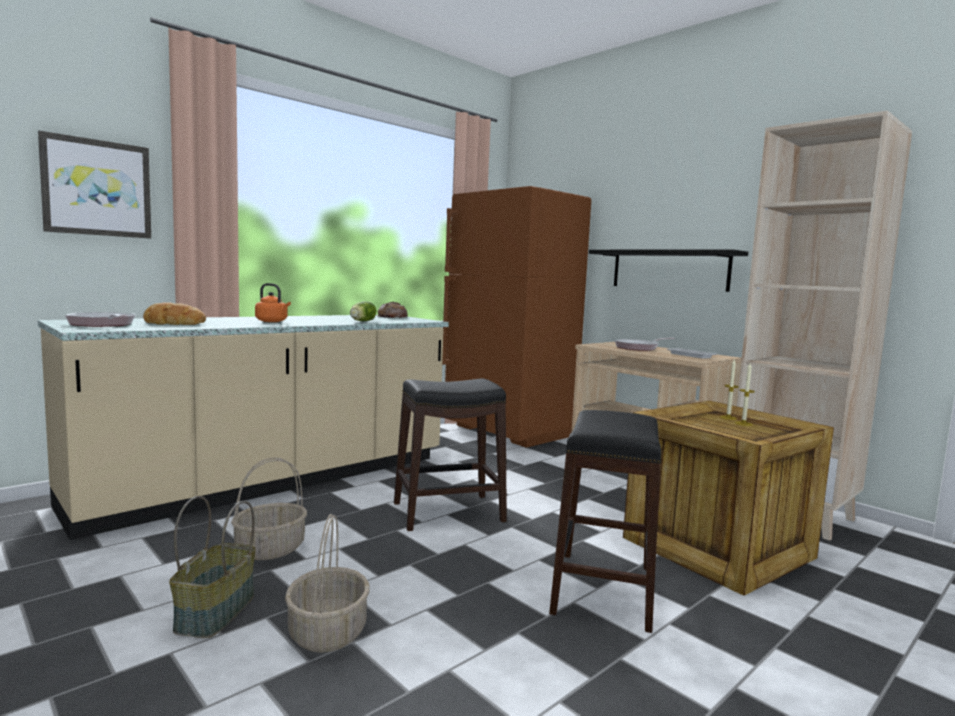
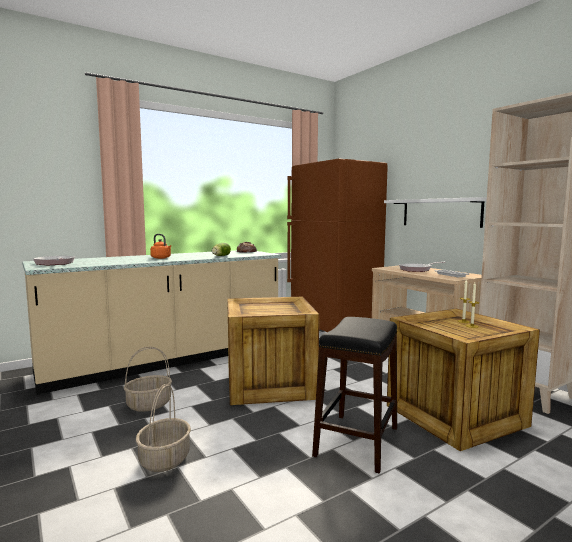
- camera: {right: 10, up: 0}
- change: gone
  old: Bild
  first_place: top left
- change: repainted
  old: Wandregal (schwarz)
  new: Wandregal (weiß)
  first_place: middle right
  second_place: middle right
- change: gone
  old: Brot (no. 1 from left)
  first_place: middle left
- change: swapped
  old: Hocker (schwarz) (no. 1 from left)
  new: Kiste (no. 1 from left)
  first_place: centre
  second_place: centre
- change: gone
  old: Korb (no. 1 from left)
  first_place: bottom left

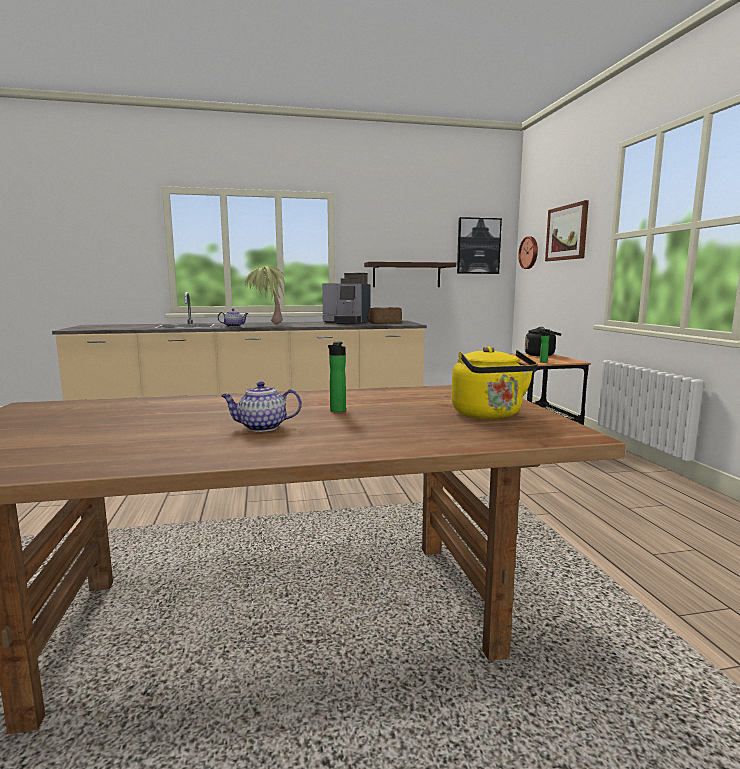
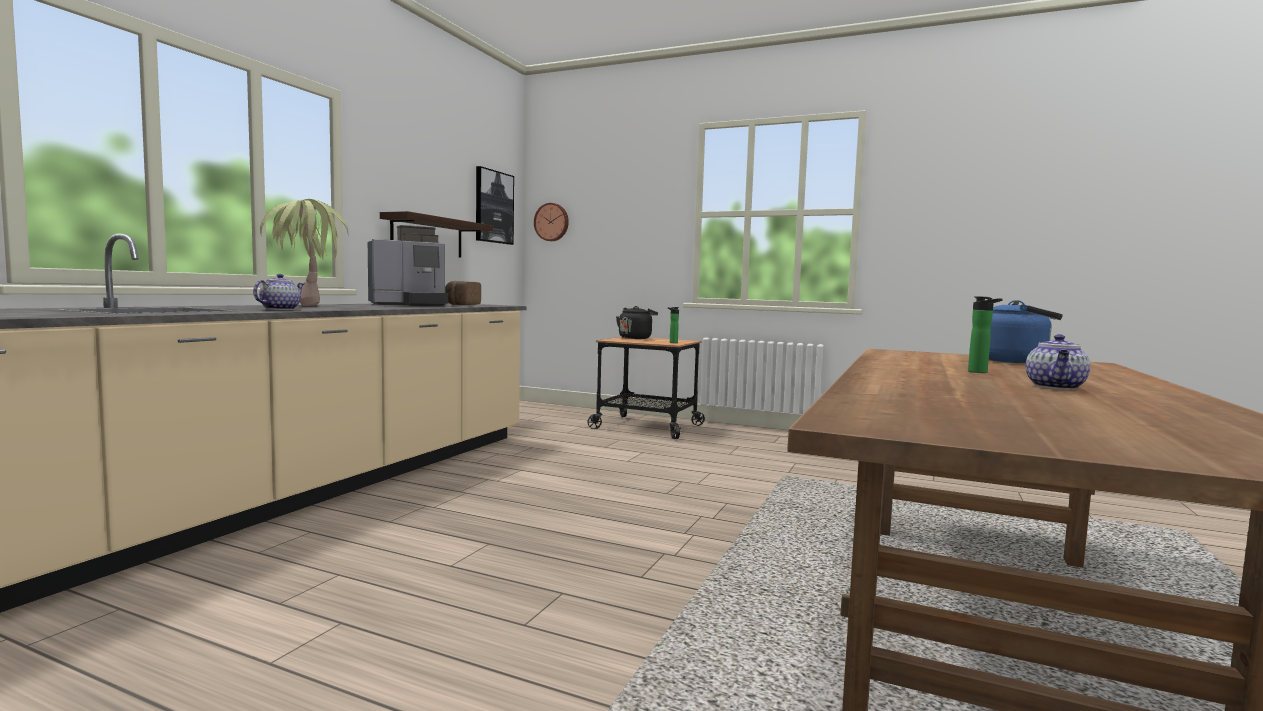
- camera: {right: -55, up: -5}
- change: gone
  old: Bild (no. 2 from left)
  first_place: top right
- change: repainted
  old: Wasserkessel (gelb)
  new: Wasserkessel (blau)
  first_place: middle right
  second_place: middle right

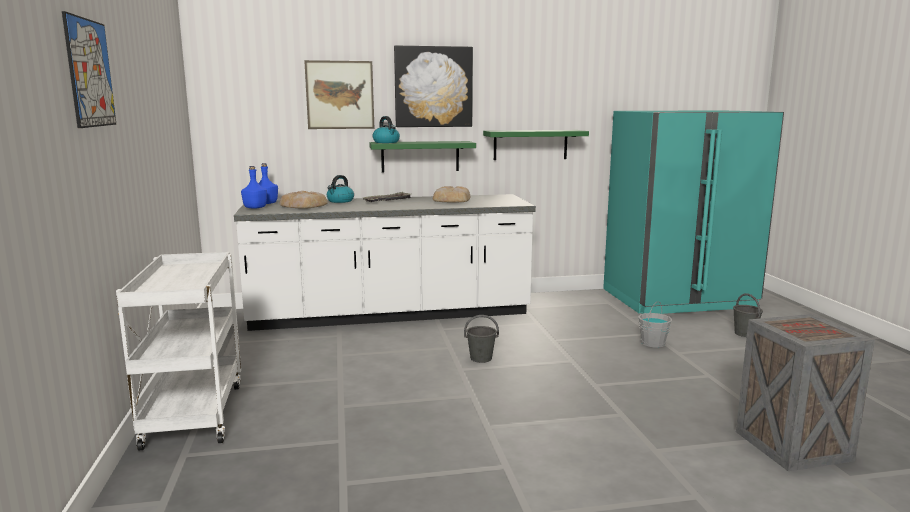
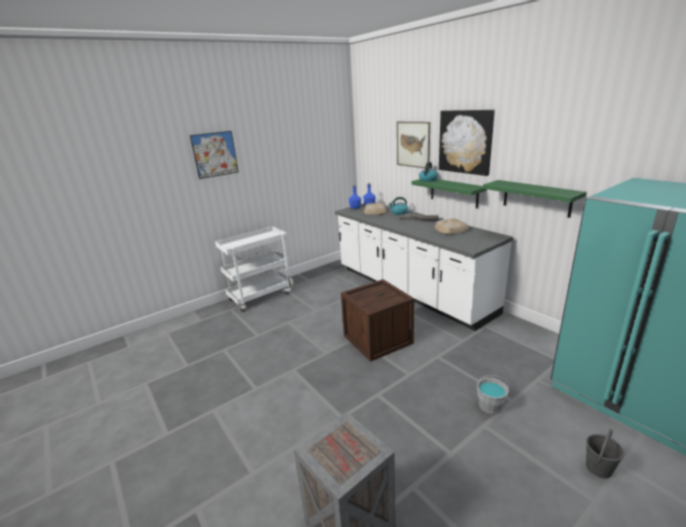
- camera: {right: 65, up: 10}
- change: swapped
  old: Eimer (grau) (no. 1 from left)
  new: Kiste (no. 2 from left)
  first_place: centre
  second_place: centre

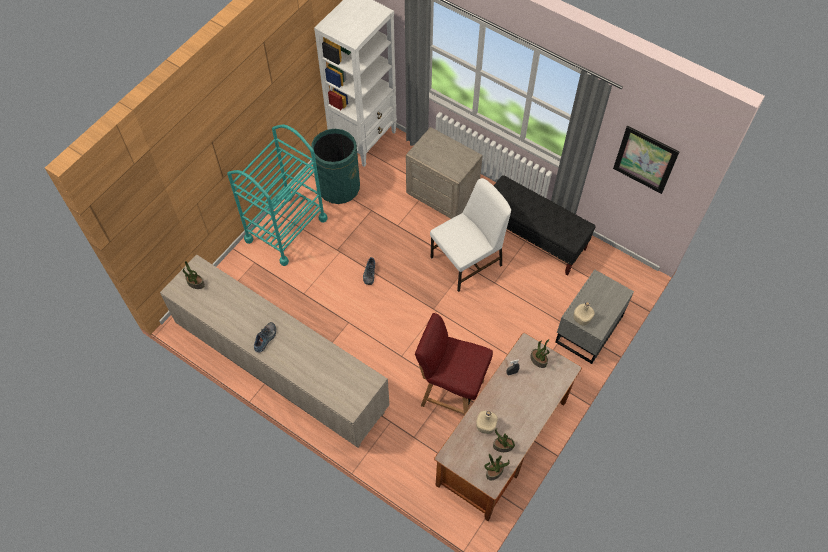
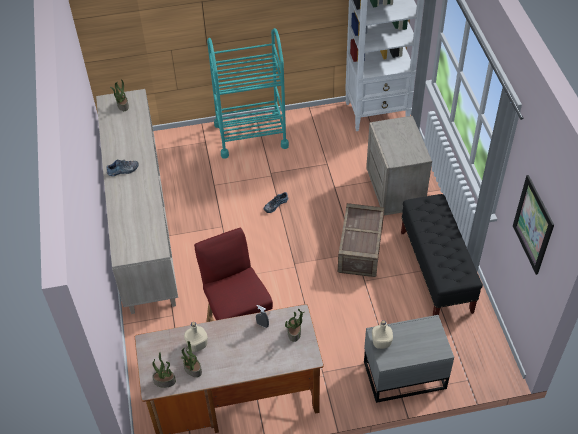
- camera: {right: 45, up: -10}
- change: gone
  old: Mülleimer (grün)
  first_place: top centre
- change: swapped
  old: Stuhl (weiß)
  new: Kiste
  first_place: centre
  second_place: centre

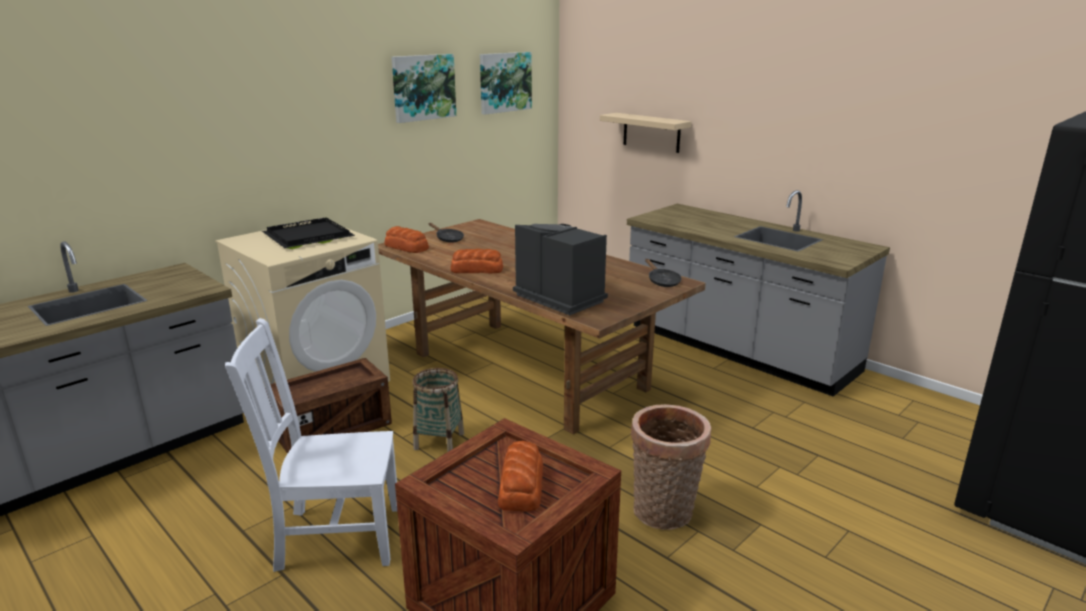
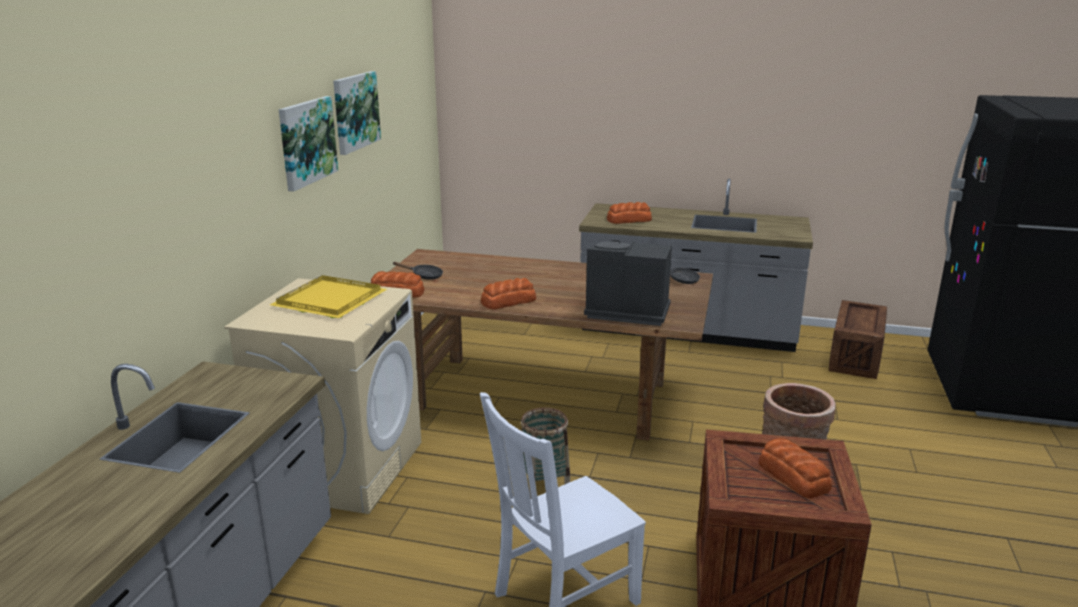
- camera: {right: -30, up: 0}
- change: shifted
  old: Bild (no. 2 from left in the first image)
  new: Bild (no. 1 from left)
  first_place: top centre
  second_place: top left
- change: gone
  old: Wandregal (beige)
  first_place: top centre
- change: repainted
  old: Tablett (schwarz)
  new: Tablett (gelb)
  first_place: middle left
  second_place: middle left
- change: shifted
  old: Kiste (no. 1 from left in the first image)
  new: Kiste (no. 2 from left)
  first_place: middle left
  second_place: middle right
- change: new
  new: Brot (no. 3 from left)
  second_place: centre

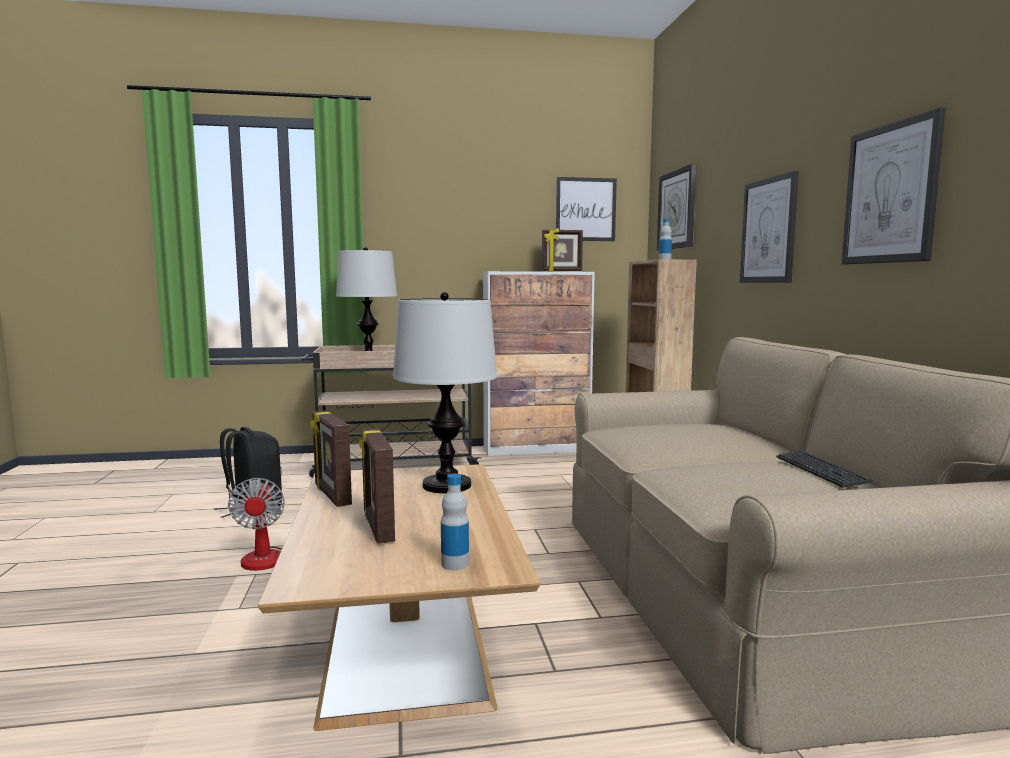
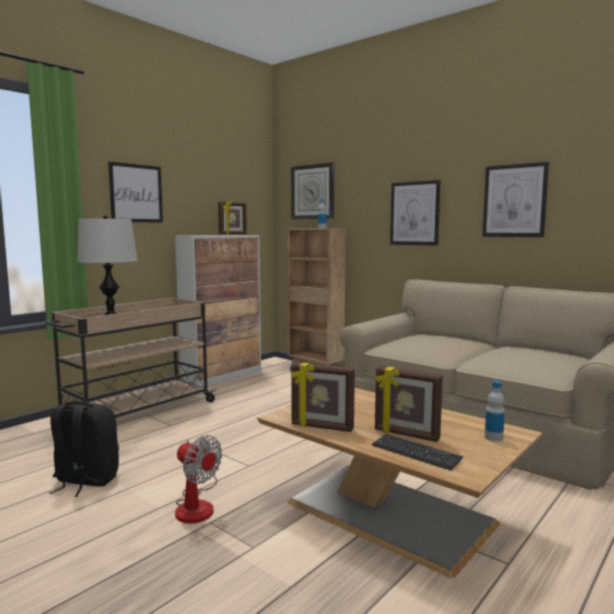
- camera: {right: -40, up: 0}
- change: shifted
  old: Bild (no. 1 from left)
  first_place: top centre
  second_place: top left
- change: gone
  old: Tischlampe (no. 2 from left)
  first_place: centre
- change: shifted
  old: Tastatur
  first_place: middle right
  second_place: bottom right

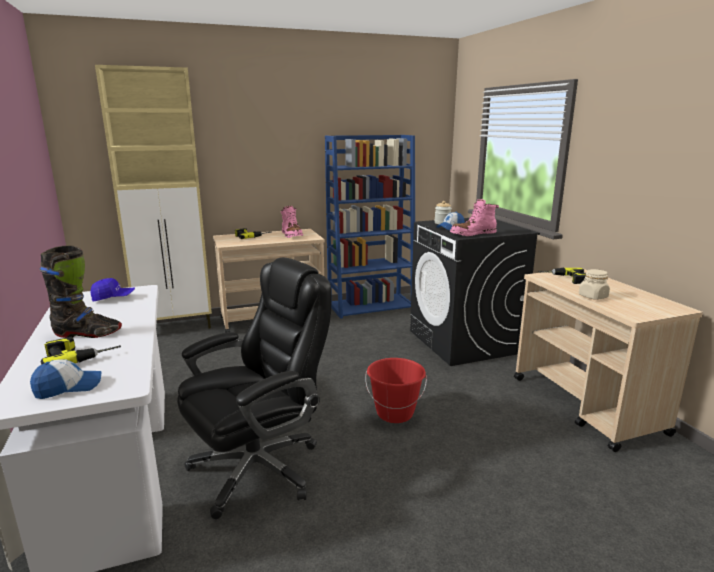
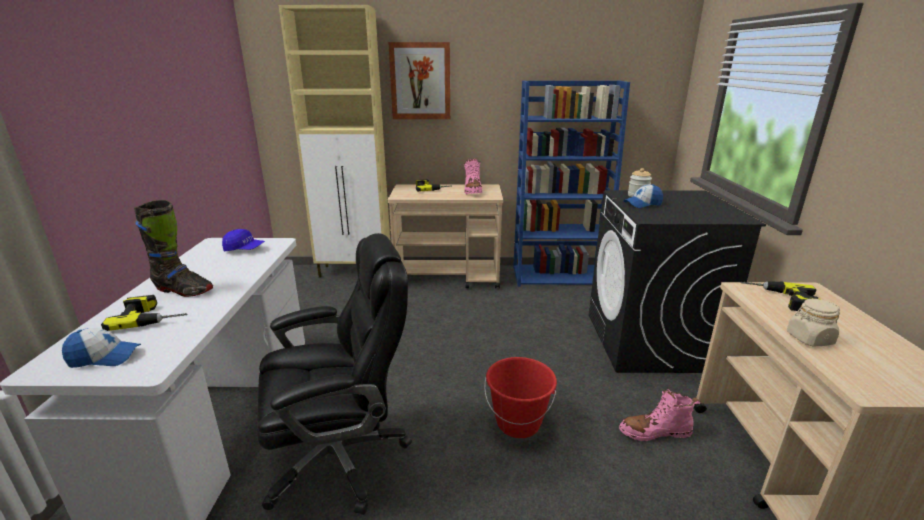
- camera: {right: 20, up: 5}
- change: shifted
  old: Stiefel (rosa) (no. 2 from left)
  first_place: centre
  second_place: bottom right
- change: new
  new: Bild
  second_place: top centre

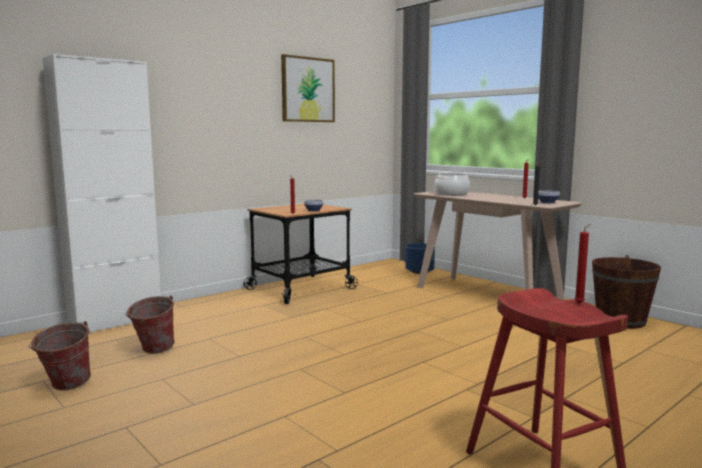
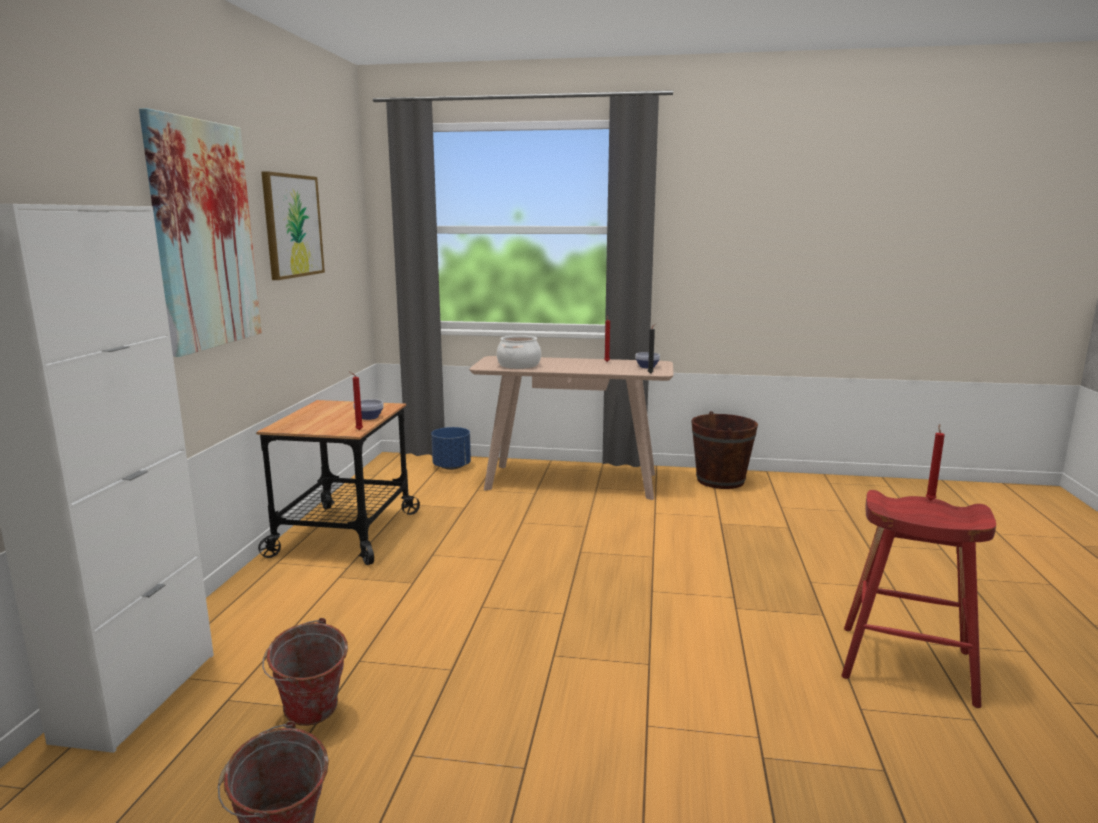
- camera: {right: -40, up: 5}
- change: new
  new: Bild (no. 1 from left)
  second_place: top left

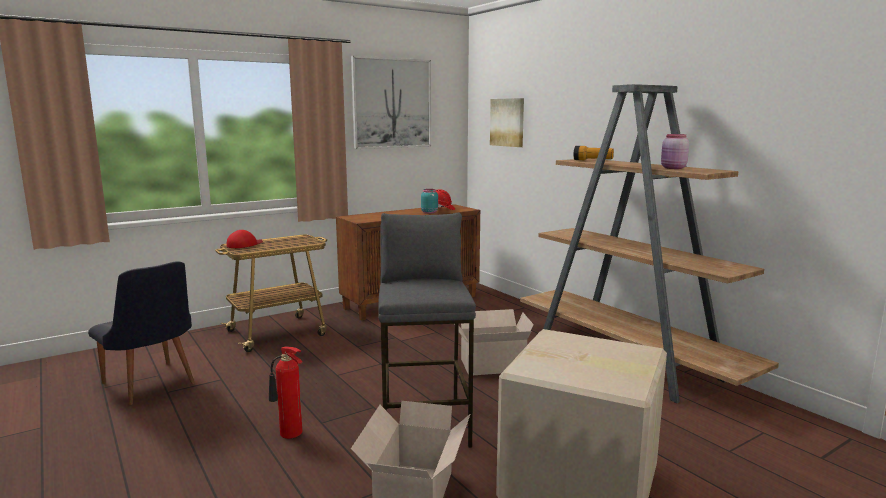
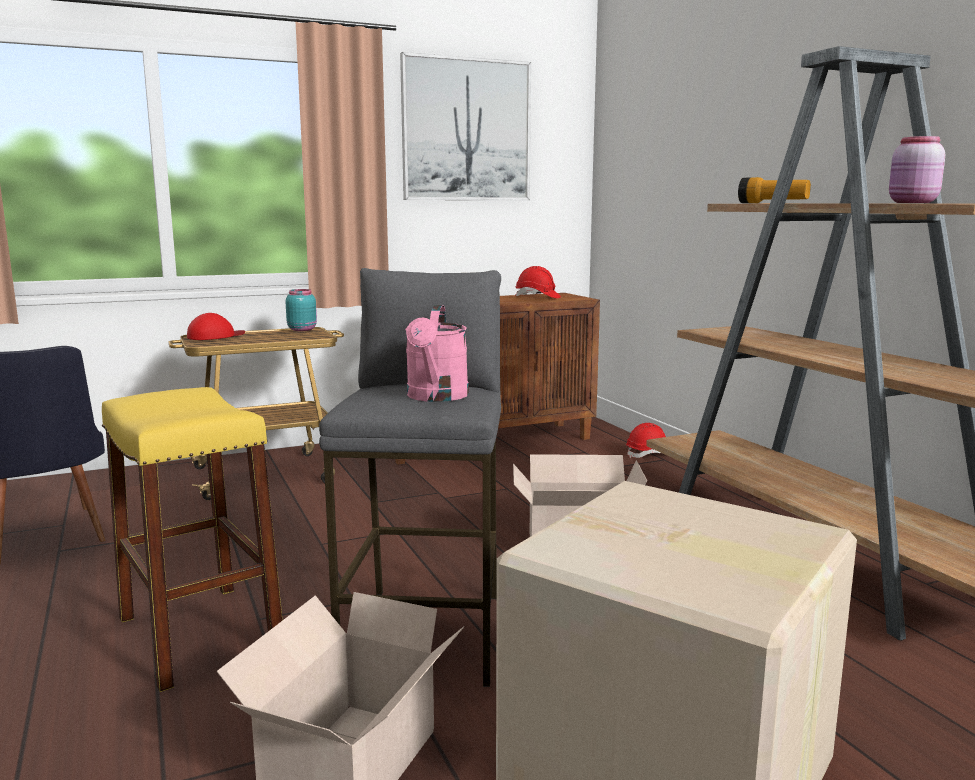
- camera: {right: 10, up: 0}
- change: gone
  old: Bild (no. 2 from left)
  first_place: top centre
- change: shifted
  old: Vorratsglas (türkis)
  first_place: centre
  second_place: middle left
- change: swapped
  old: Feuerlöscher
  new: Hocker (gelb)
  first_place: bottom left
  second_place: bottom left
- change: new
  new: Gießkanne (rosa)
  second_place: centre
- change: new
  new: Schutzhelm (rot) (no. 2 from left)
  second_place: centre

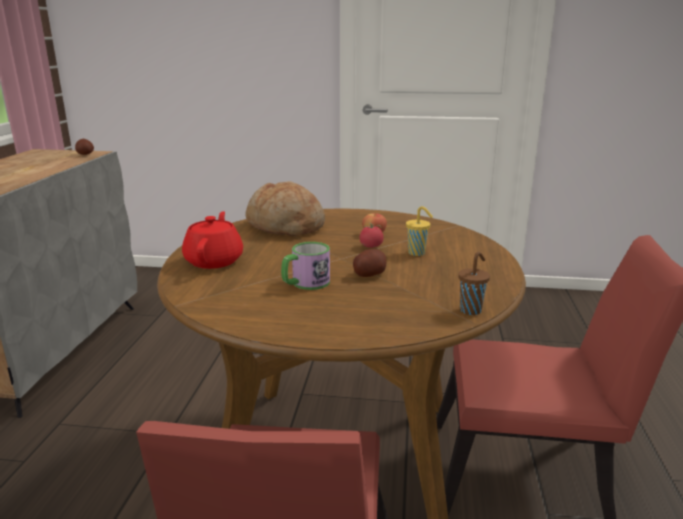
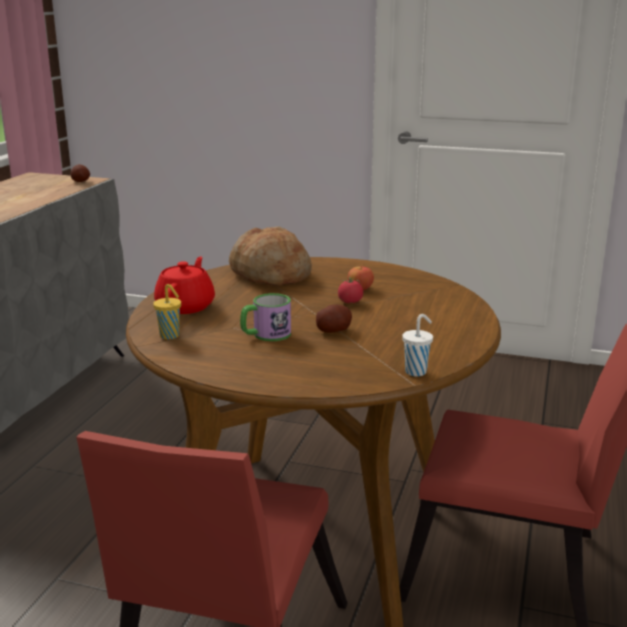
- camera: {right: 10, up: 0}
- change: shifted
  old: Tasse (gelb)
  first_place: centre
  second_place: middle left
- change: repainted
  old: Tasse (braun)
  new: Tasse (weiß)
  first_place: middle right
  second_place: centre

